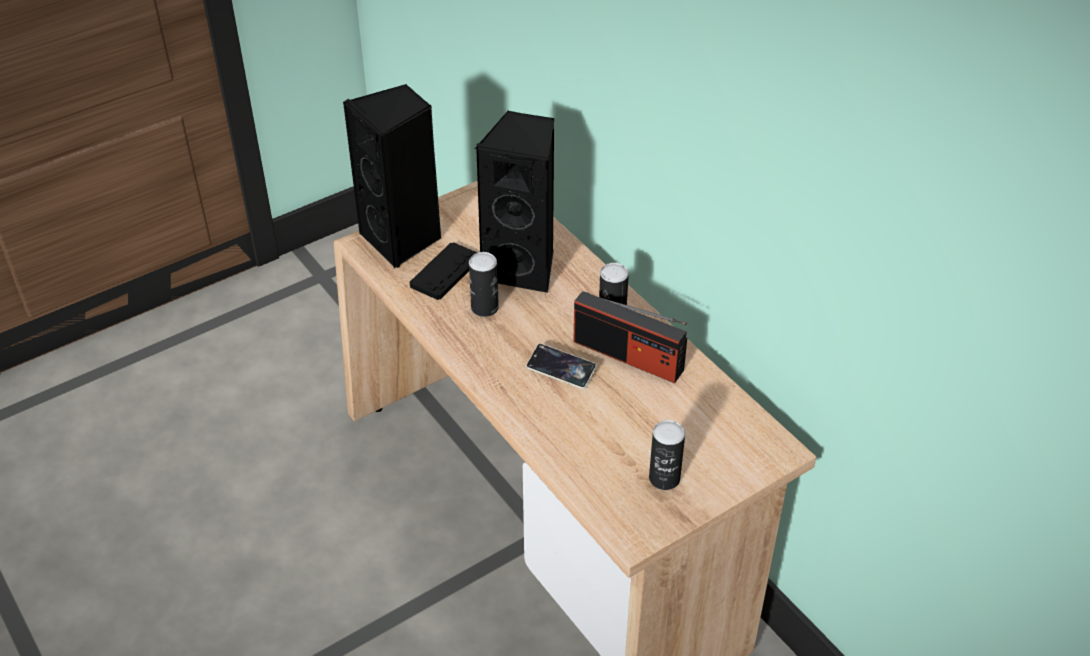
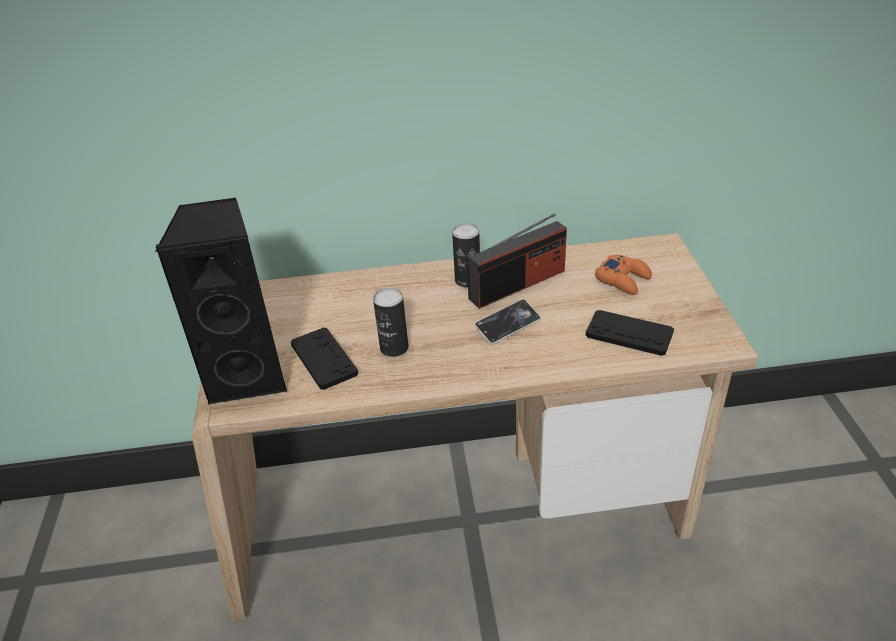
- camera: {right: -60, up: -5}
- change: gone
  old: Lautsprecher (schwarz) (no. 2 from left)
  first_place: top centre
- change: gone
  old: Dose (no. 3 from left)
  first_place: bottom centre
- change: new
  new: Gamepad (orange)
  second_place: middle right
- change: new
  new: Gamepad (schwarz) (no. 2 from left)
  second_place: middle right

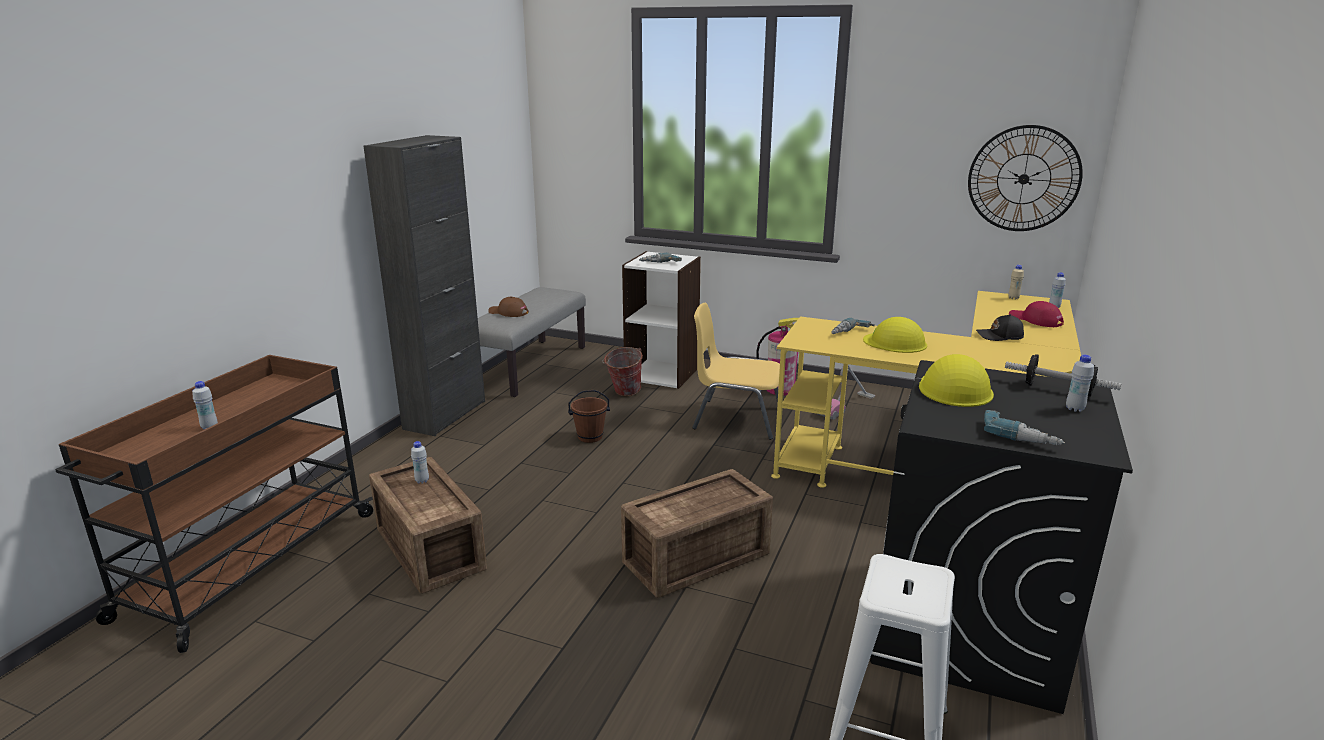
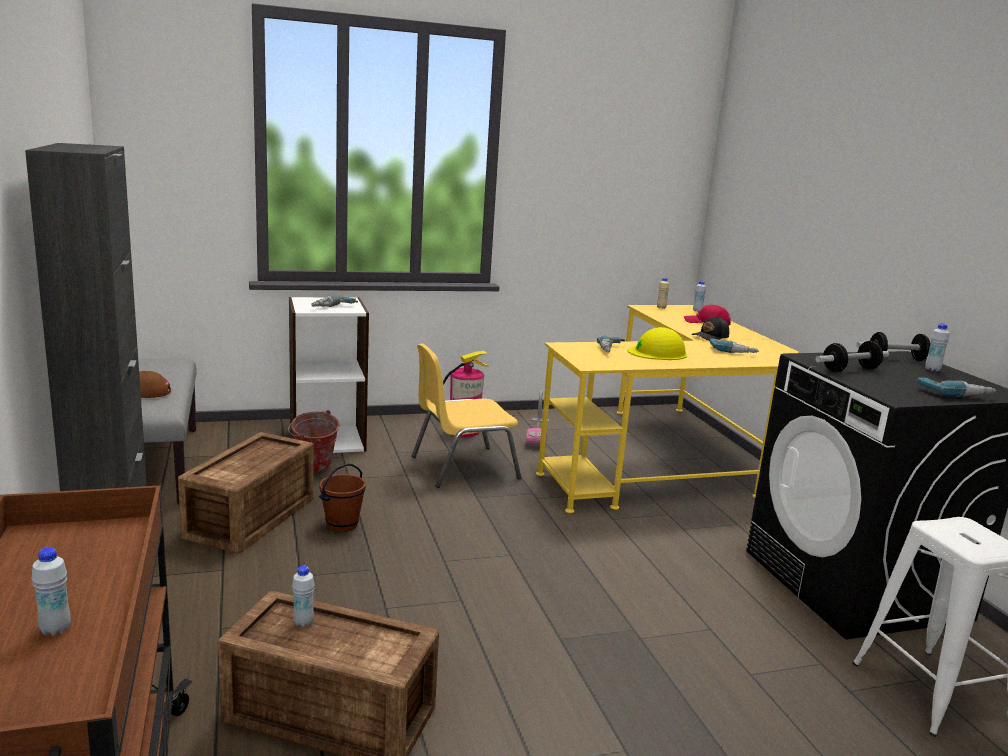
- camera: {right: -40, up: -5}
- change: gone
  old: Wanduhr
  first_place: top right
- change: swapped
  old: Schutzhelm (gelb) (no. 2 from left)
  new: Hantel (no. 1 from left)
  first_place: middle right
  second_place: middle right
- change: shifted
  old: Kiste (no. 2 from left in the first image)
  new: Kiste (no. 1 from left)
  first_place: bottom centre
  second_place: middle left
- change: new
  new: Bohrmaschine (no. 3 from left)
  second_place: middle right

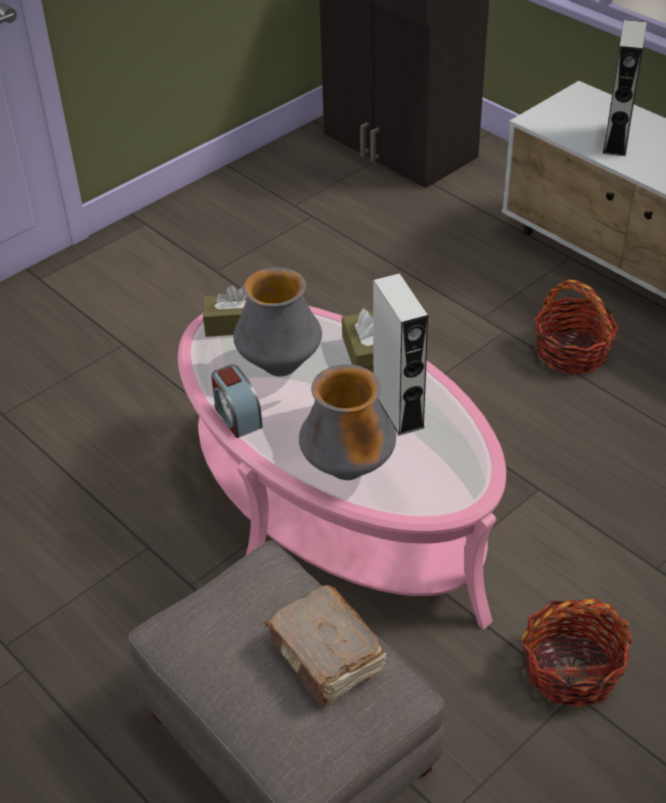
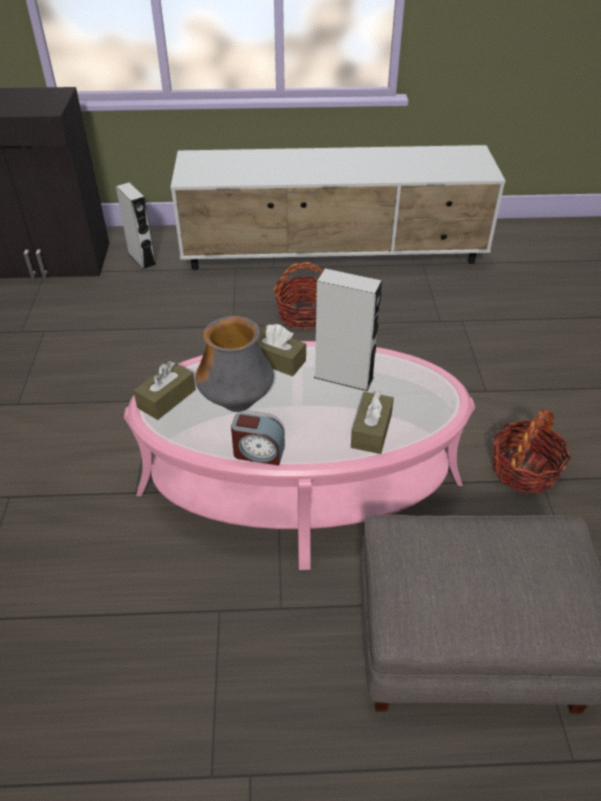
- camera: {right: -50, up: 0}
- change: shifted
  old: Lautsprecher (grau) (no. 2 from left in the first image)
  new: Lautsprecher (grau) (no. 1 from left)
  first_place: top right
  second_place: top left
- change: swapped
  old: Vase (no. 2 from left)
  new: Taschentuchbox (braun) (no. 3 from left)
  first_place: centre
  second_place: centre
- change: gone
  old: Buch (braun)
  first_place: bottom centre

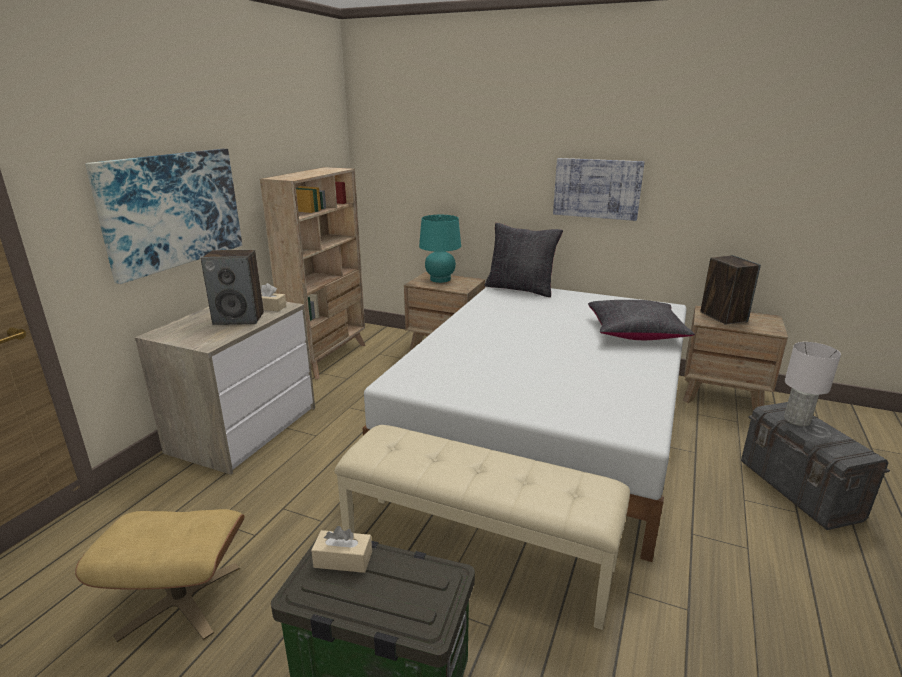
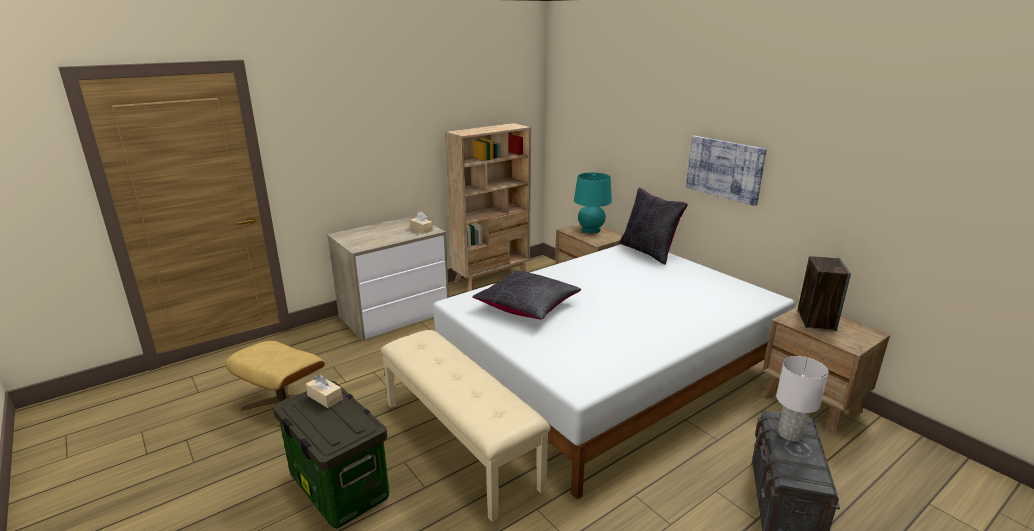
- camera: {right: 30, up: 0}
- change: gone
  old: Bild (no. 1 from left)
  first_place: top left
- change: gone
  old: Lautsprecher (no. 1 from left)
  first_place: middle left
- change: shifted
  old: Kissen (schwarz) (no. 2 from left in the first image)
  new: Kissen (schwarz) (no. 1 from left)
  first_place: middle right
  second_place: centre

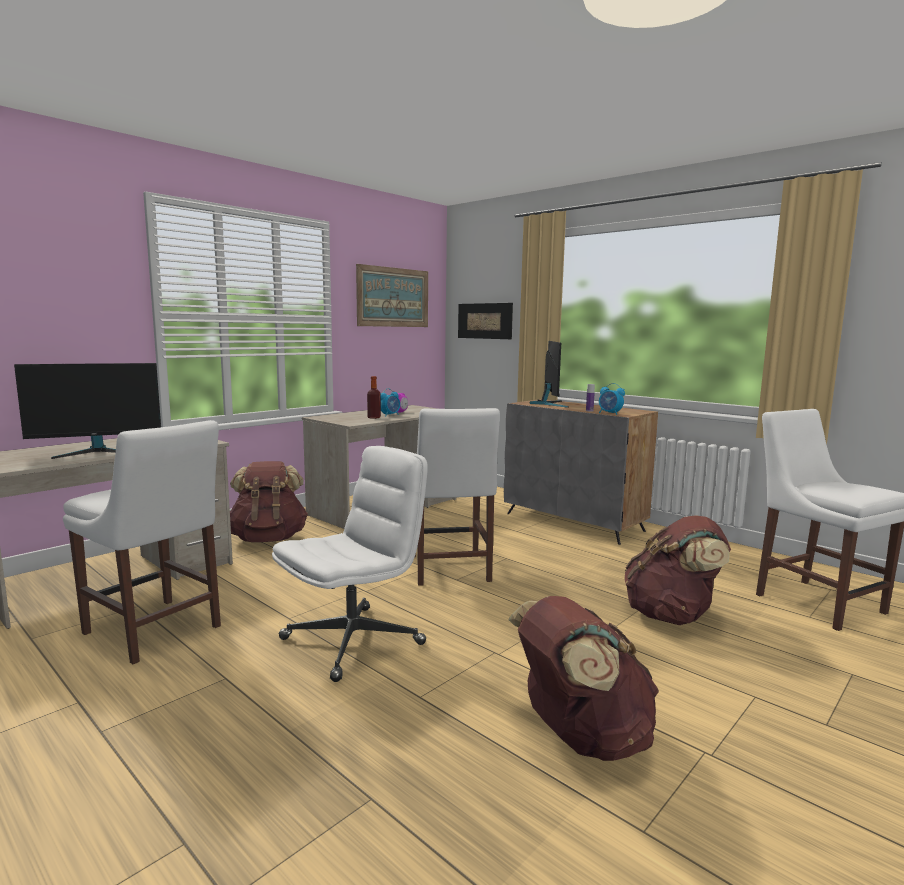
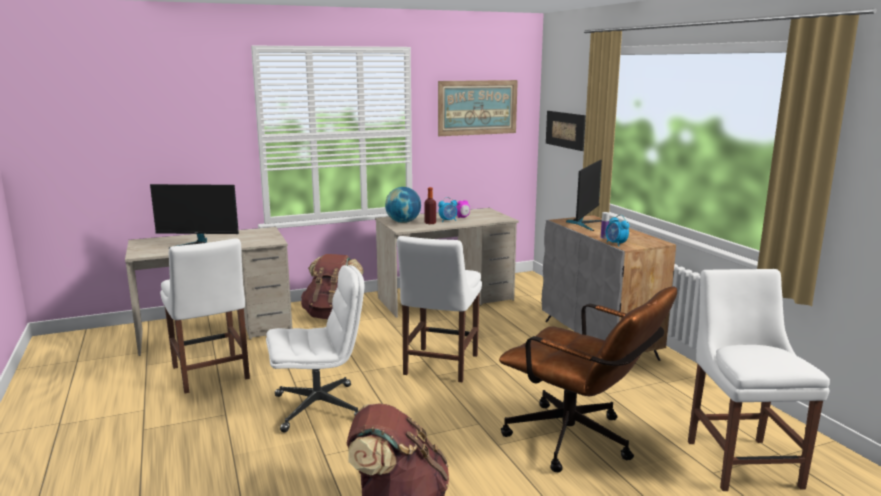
- camera: {right: 25, up: 5}
- change: swapped
  old: Rucksack (braun) (no. 3 from left)
  new: Bürostuhl (braun)
  first_place: middle right
  second_place: bottom right
- change: new
  new: Globus
  second_place: centre

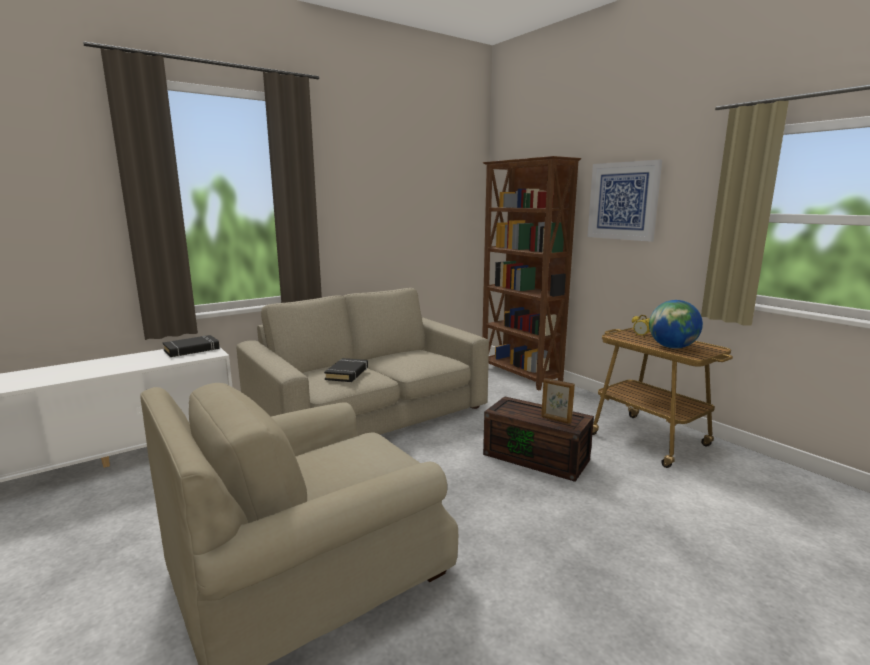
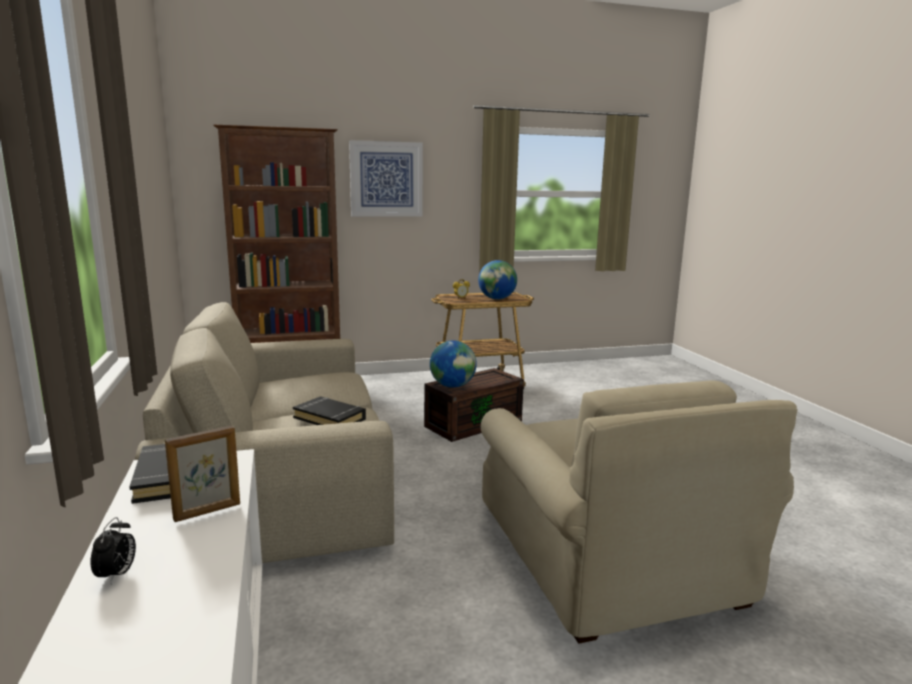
- camera: {right: -70, up: 0}
- change: shifted
  old: Bilderrahmen
  first_place: centre
  second_place: bottom left
- change: new
  new: Globus (no. 1 from left)
  second_place: centre
- change: new
  new: Wecker (no. 1 from left)
  second_place: bottom left

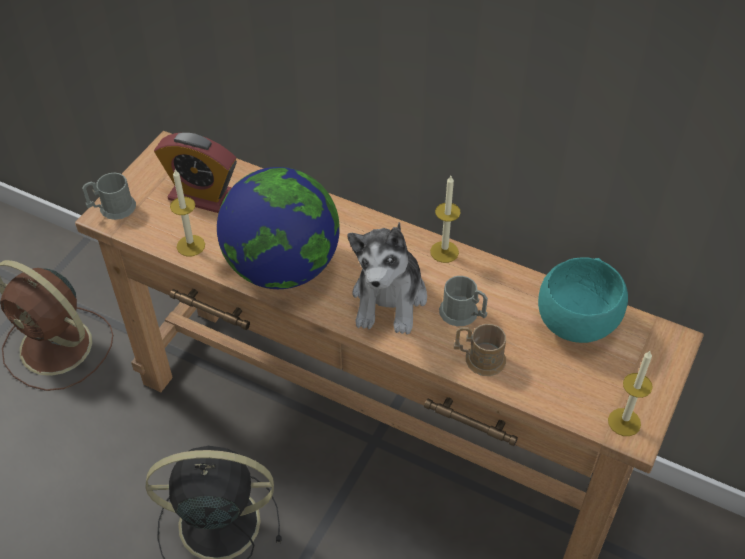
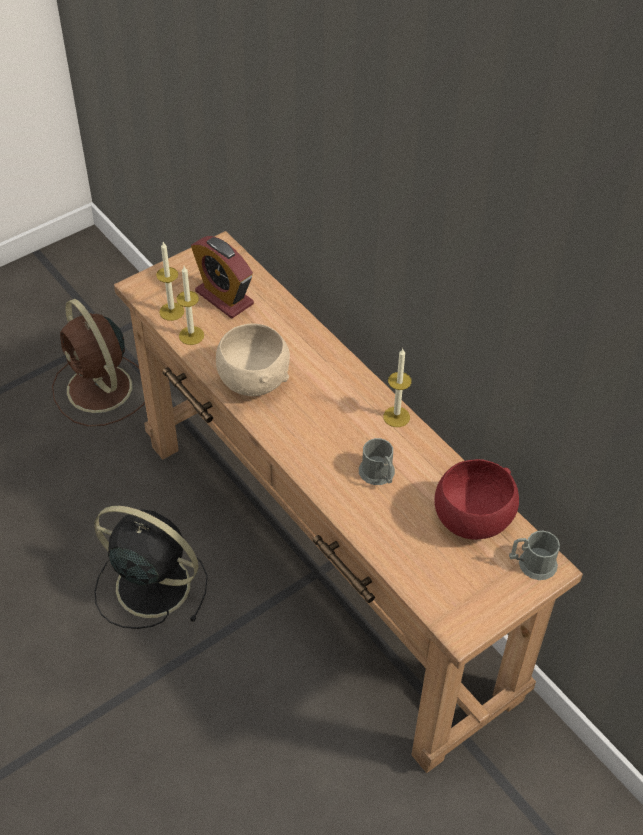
- camera: {right: 25, up: 0}
- change: swapped
  old: Globus
  new: Schüssel (beige)
  first_place: centre
  second_place: centre
- change: shifted
  old: Henkelbecher (grau) (no. 1 from left in the first image)
  new: Henkelbecher (grau) (no. 2 from left)
  first_place: middle left
  second_place: middle right
- change: gone
  old: Plüschtier
  first_place: centre
- change: repainted
  old: Schüssel (türkis)
  new: Schüssel (rot)
  first_place: middle right
  second_place: middle right
- change: gone
  old: Henkelbecher (braun)
  first_place: centre
- change: shifted
  old: Kerze (no. 3 from left in the first image)
  new: Kerze (no. 1 from left)
  first_place: bottom right
  second_place: middle left

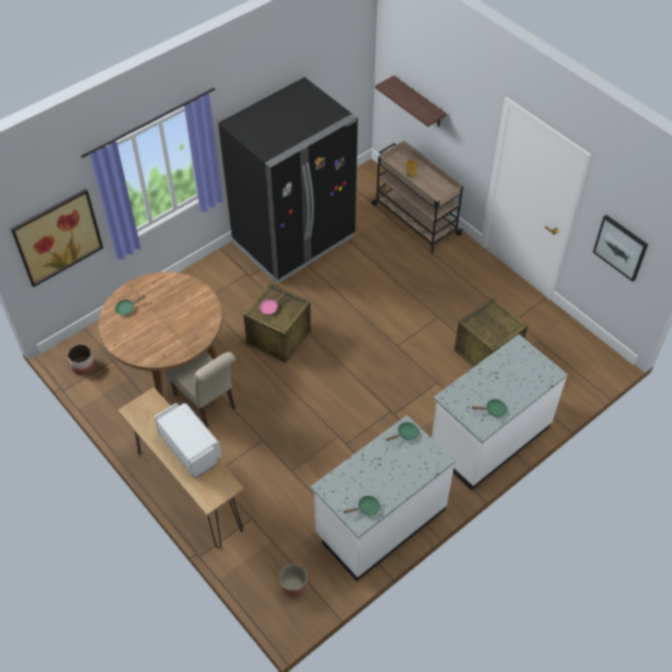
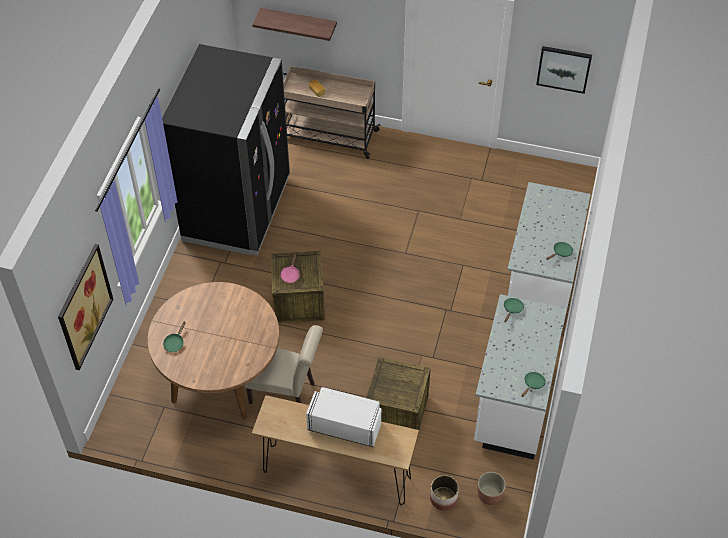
- camera: {right: -35, up: 0}
- change: shifted
  old: Kiste (no. 2 from left)
  first_place: middle right
  second_place: bottom centre
- change: shifted
  old: Pflanzkübel (no. 1 from left)
  first_place: middle left
  second_place: bottom centre

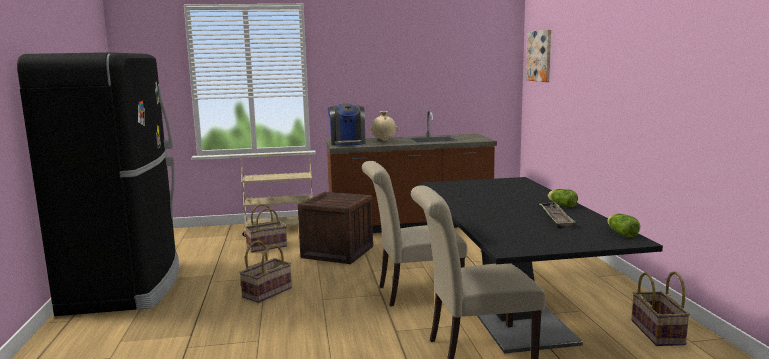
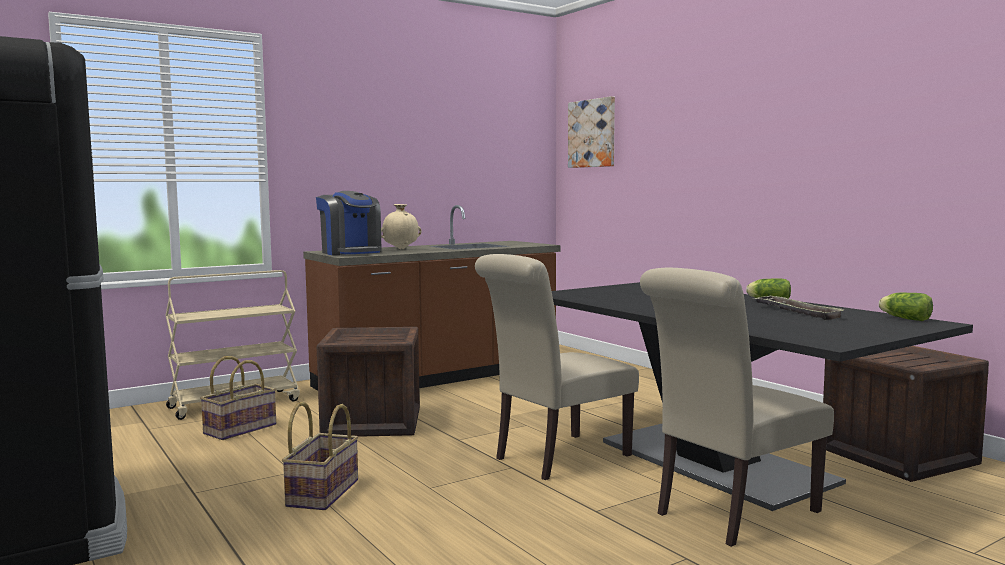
- camera: {right: -25, up: -5}
- change: swapped
  old: Korb (no. 3 from left)
  new: Kiste (no. 2 from left)
  first_place: bottom right
  second_place: bottom right

